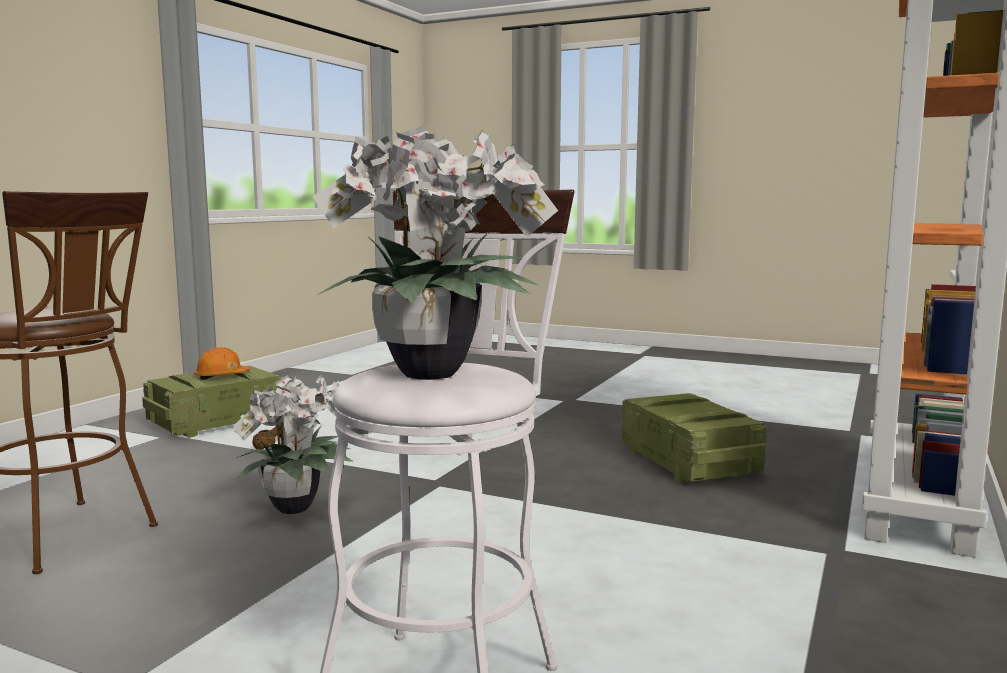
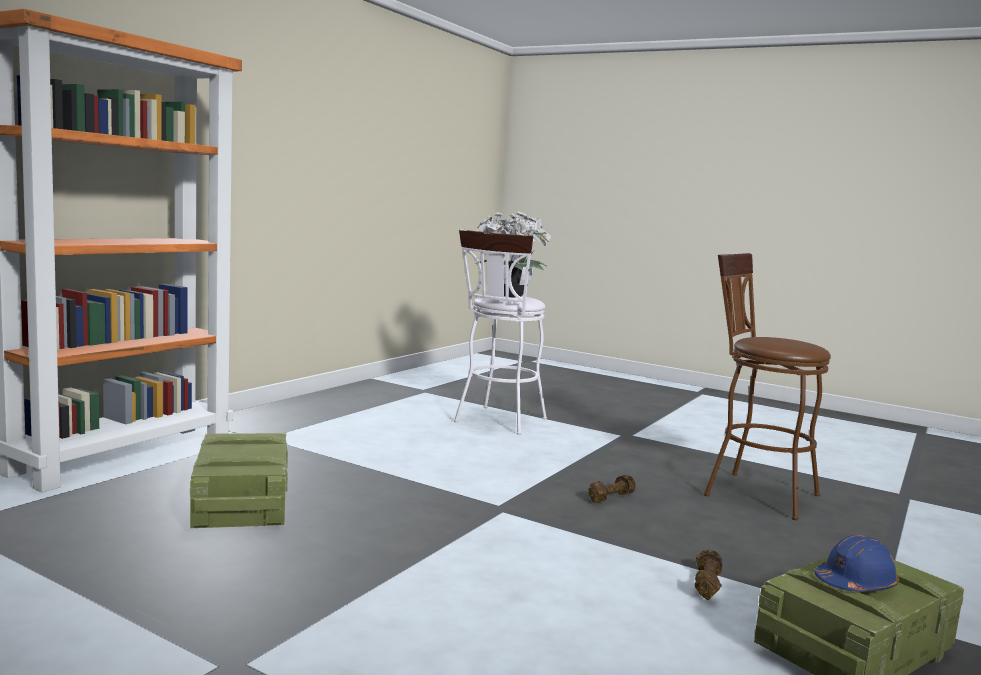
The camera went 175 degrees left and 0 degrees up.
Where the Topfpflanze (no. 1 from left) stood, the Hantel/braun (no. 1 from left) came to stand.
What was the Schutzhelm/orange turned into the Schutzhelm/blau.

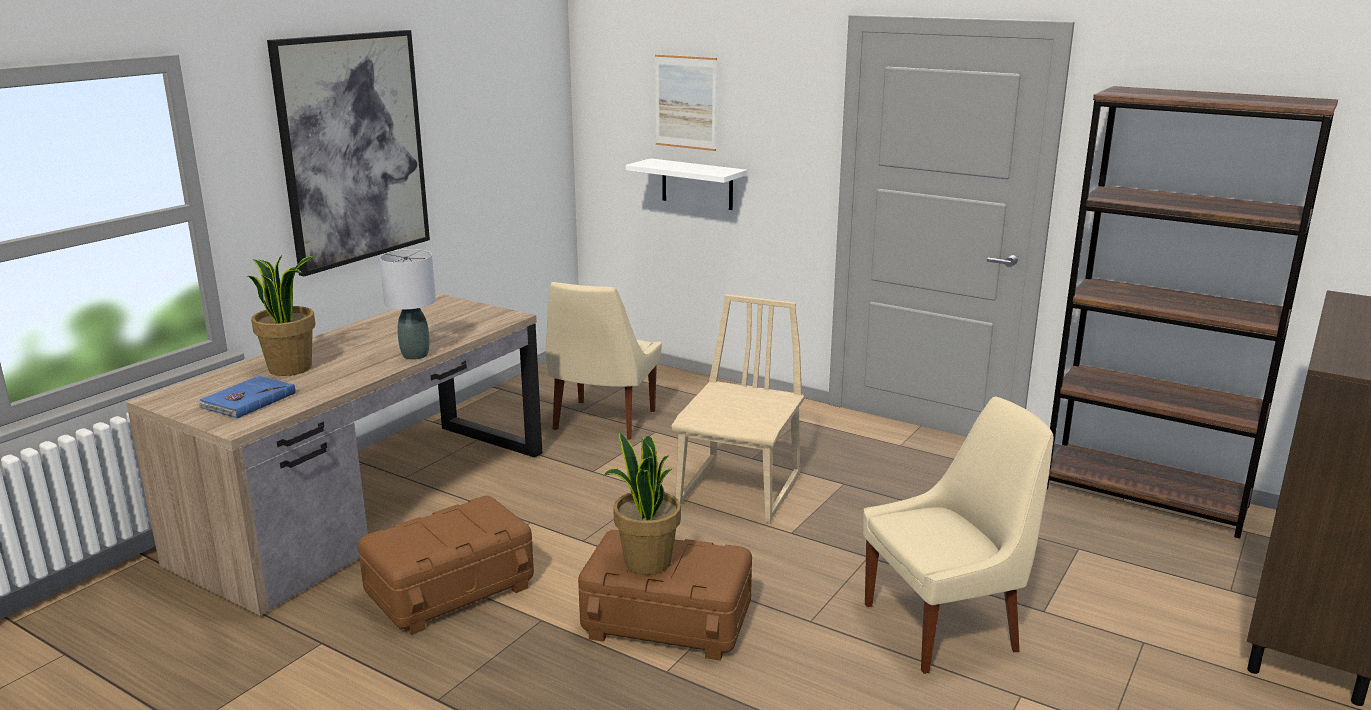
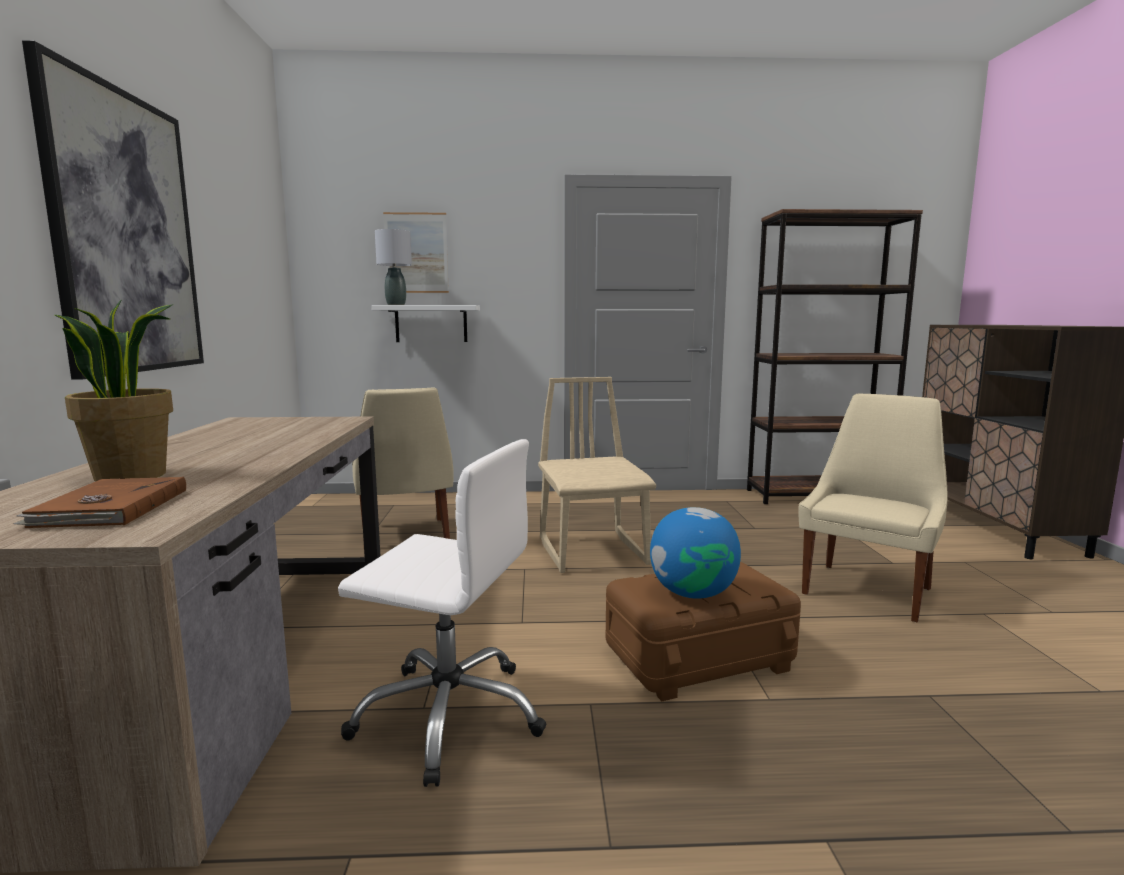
The camera went 35 degrees left and 10 degrees down.
What was the Buch/blau turned into the Buch/braun.
Where the Aufbewahrungsbox/braun (no. 1 from left) stood, the Bürostuhl/weiß came to stand.
The Tischlampe/grau ended up elsewhere.
Where the Topfpflanze (no. 2 from left) stood, the Globus came to stand.

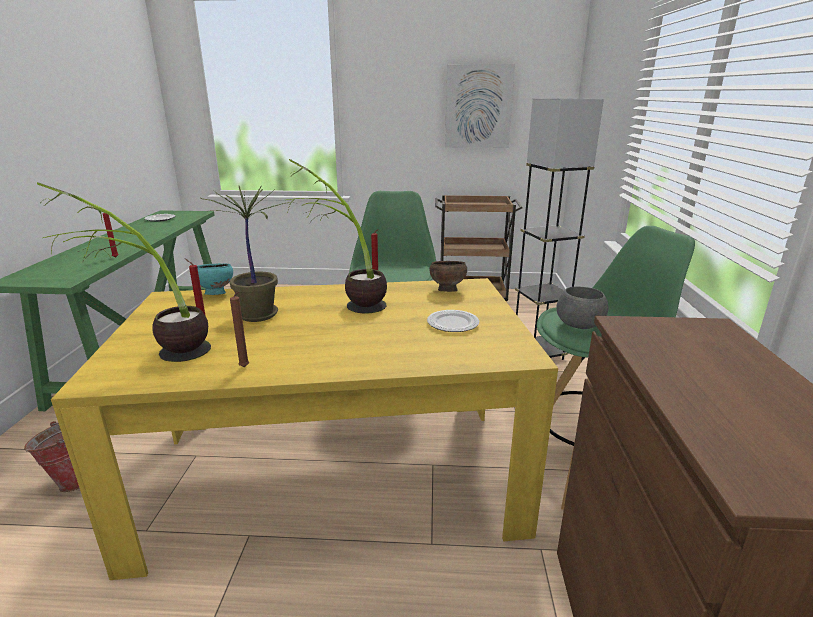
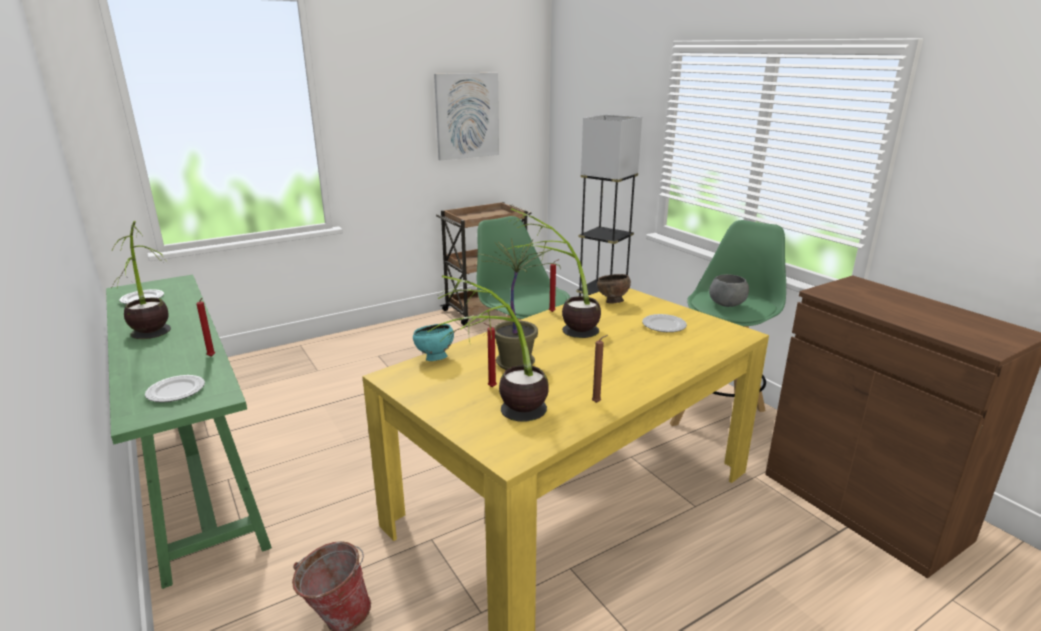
The camera went 35 degrees left and 0 degrees up.
The second view gained the Topfpflanze (no. 1 from left).
The second view gained the Teller (no. 2 from left).

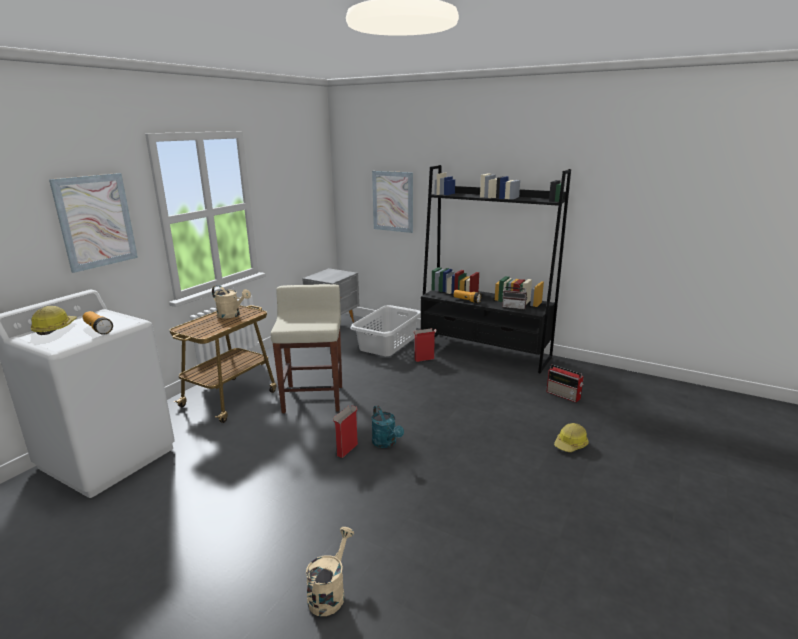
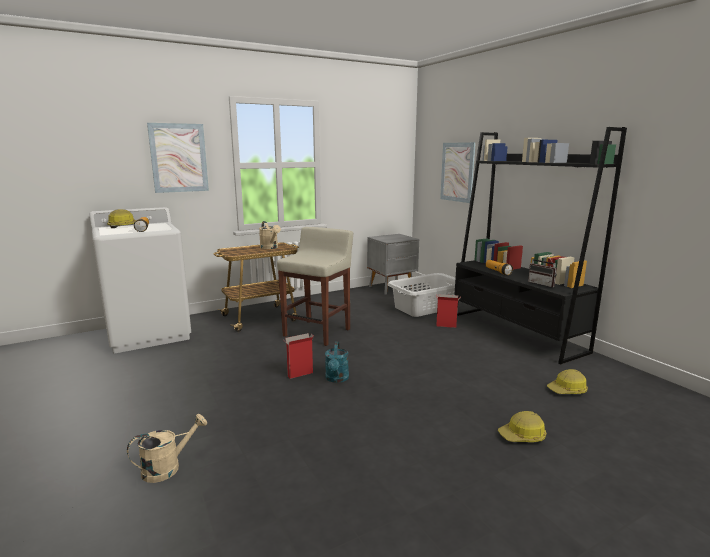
The camera went 30 degrees right and 5 degrees down.
Where the Radio (no. 2 from left) stood, the Schutzhelm (no. 3 from left) came to stand.

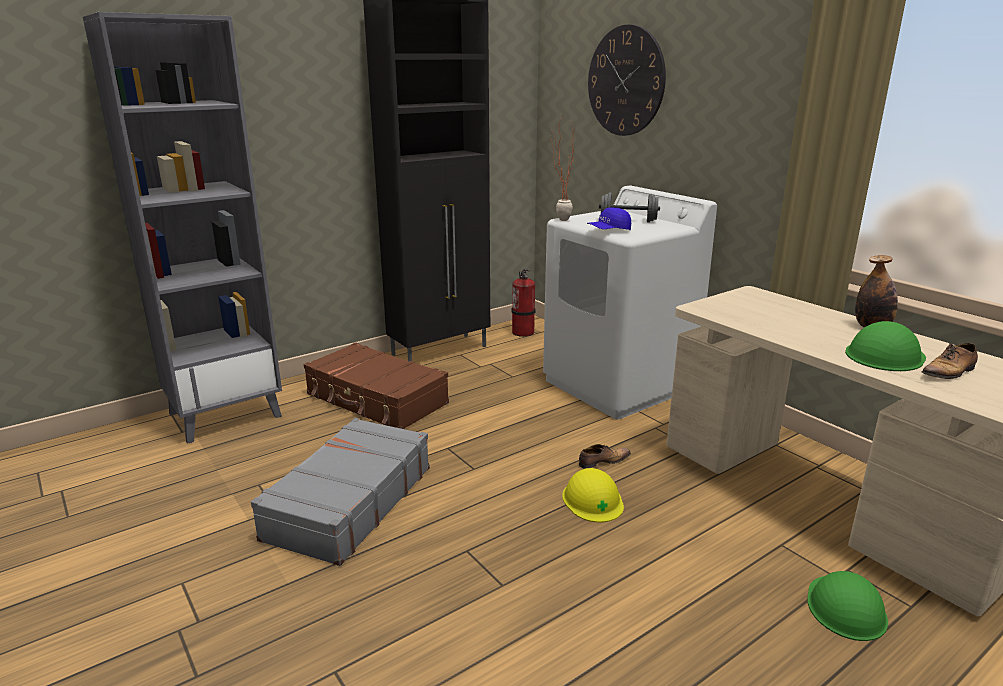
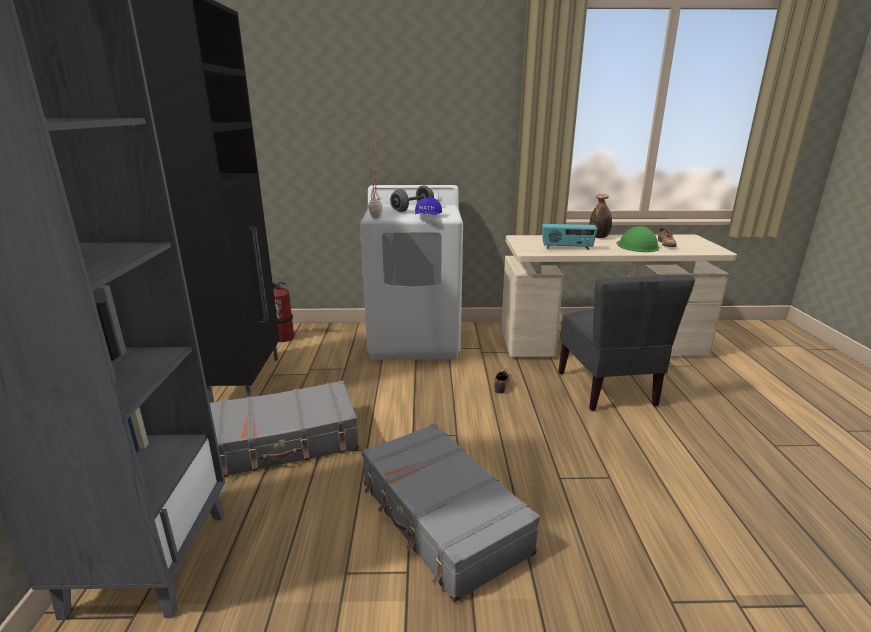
The camera went 55 degrees left and 0 degrees up.
What was the Koffer/braun turned into the Koffer/grau (no. 1 from left).
The second view gained the Radio.
The second view gained the Stuhl/grau.
The second view lost the Schutzhelm/gelb.
The second view lost the Wanduhr.
The second view lost the Schutzhelm/grün (no. 1 from left).

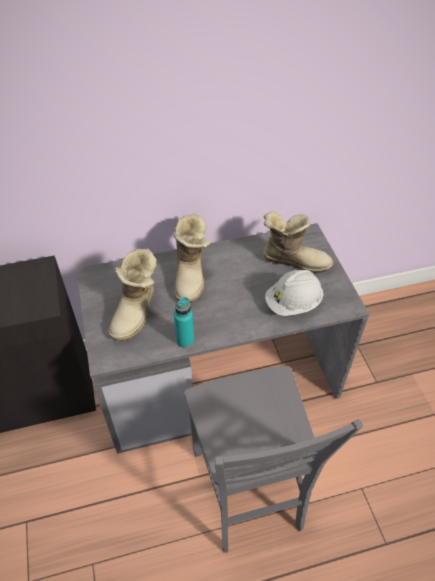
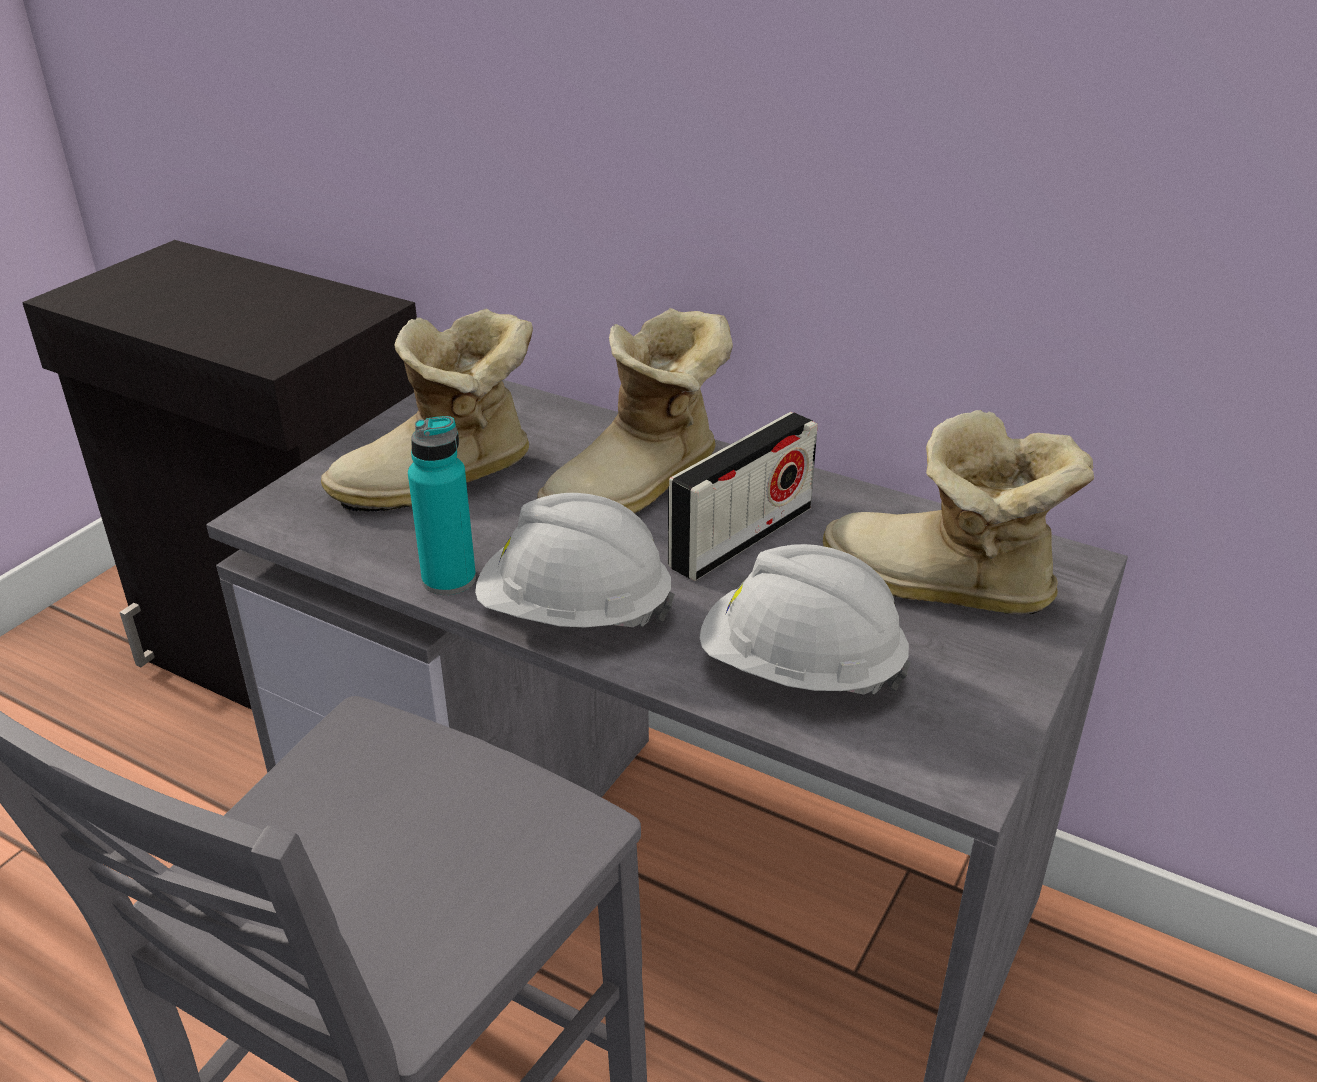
The camera went 45 degrees right and 15 degrees down.
The second view gained the Schutzhelm/weiß (no. 1 from left).
The second view gained the Radio.
The Stiefel (no. 3 from left) ended up facing another way, 150 degrees clockwise from before.

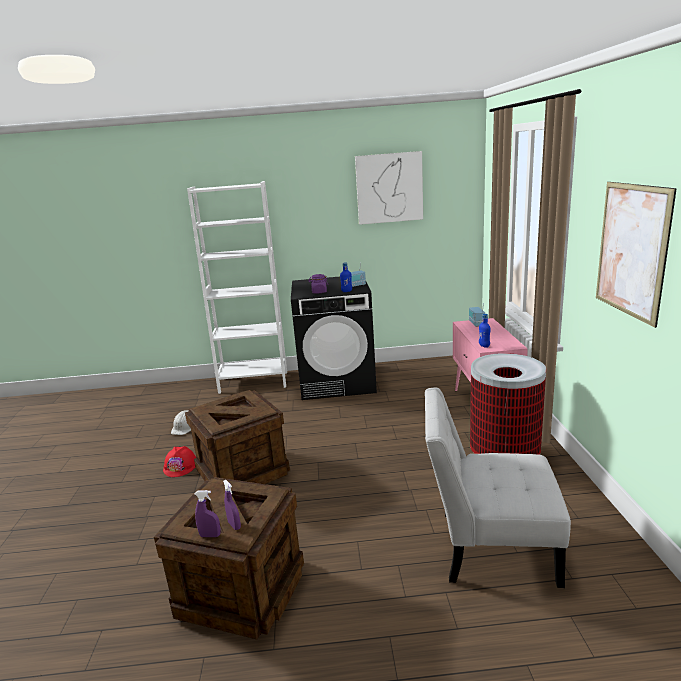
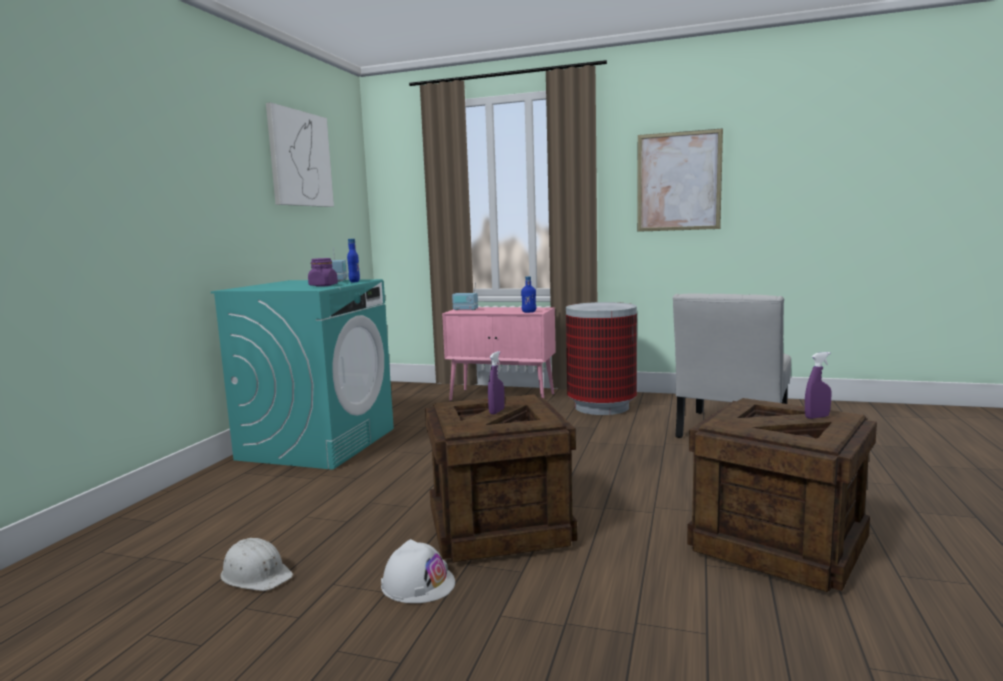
The camera went 70 degrees left and 10 degrees down.
What was the Waschmaschine/schwarz turned into the Waschmaschine/türkis.
What was the Schutzhelm/rot turned into the Schutzhelm/weiß (no. 2 from left).
The Sprühflasche/lila (no. 1 from left) ended up elsewhere.
The second view lost the Bücherregal/weiß.

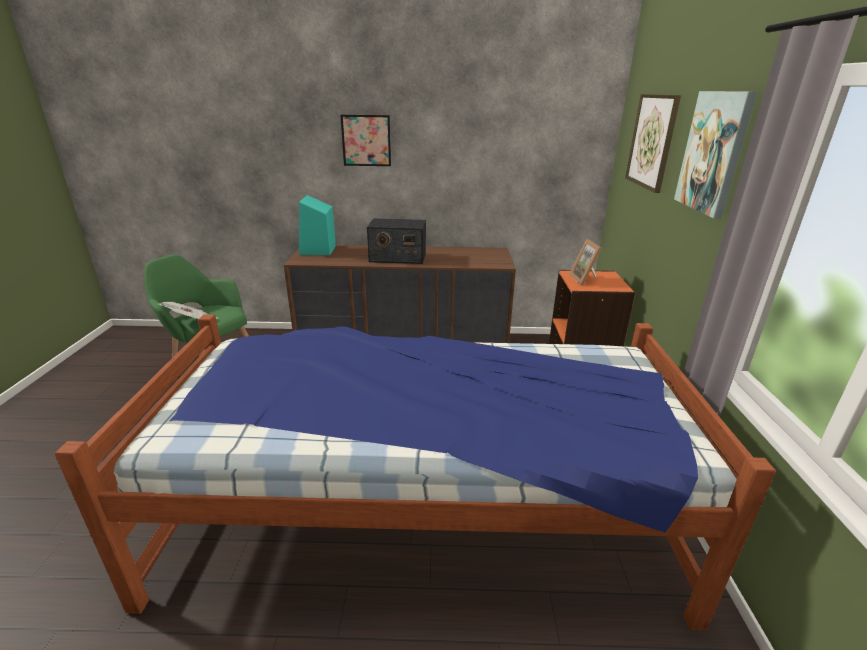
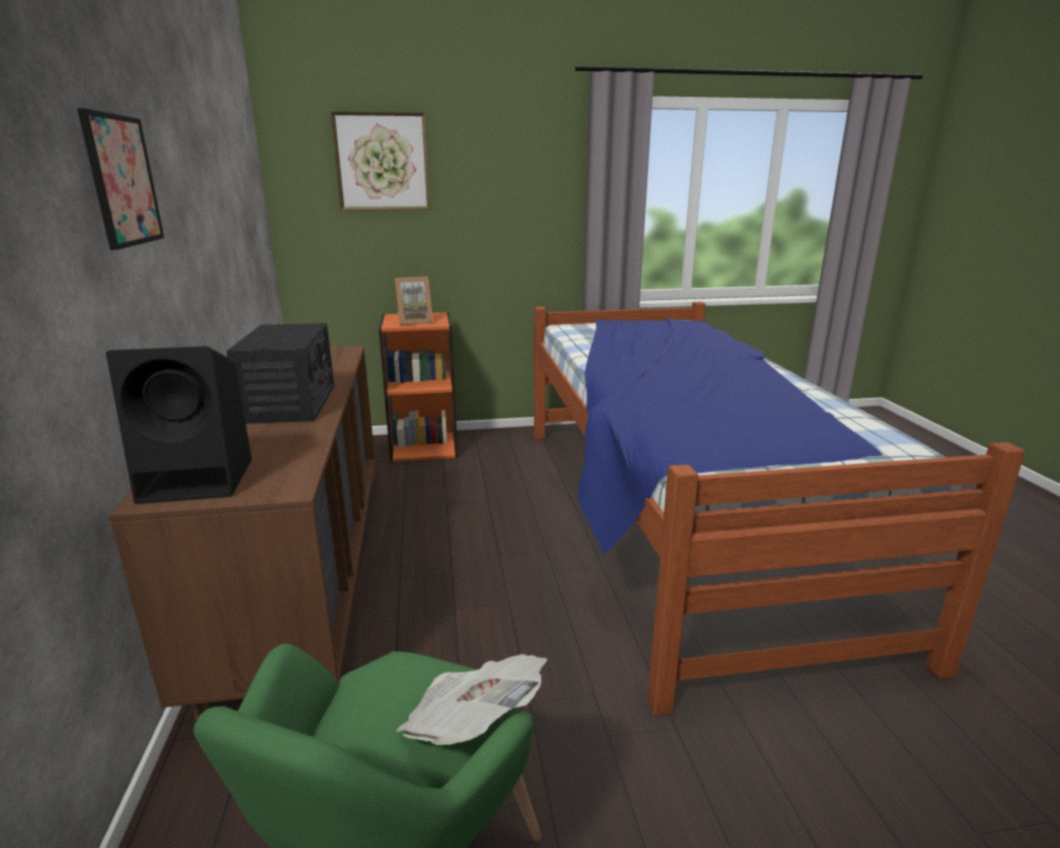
The camera went 100 degrees left and 5 degrees down.
What was the Lautsprecher/türkis turned into the Lautsprecher/schwarz.
The second view lost the Bild (no. 3 from left).

